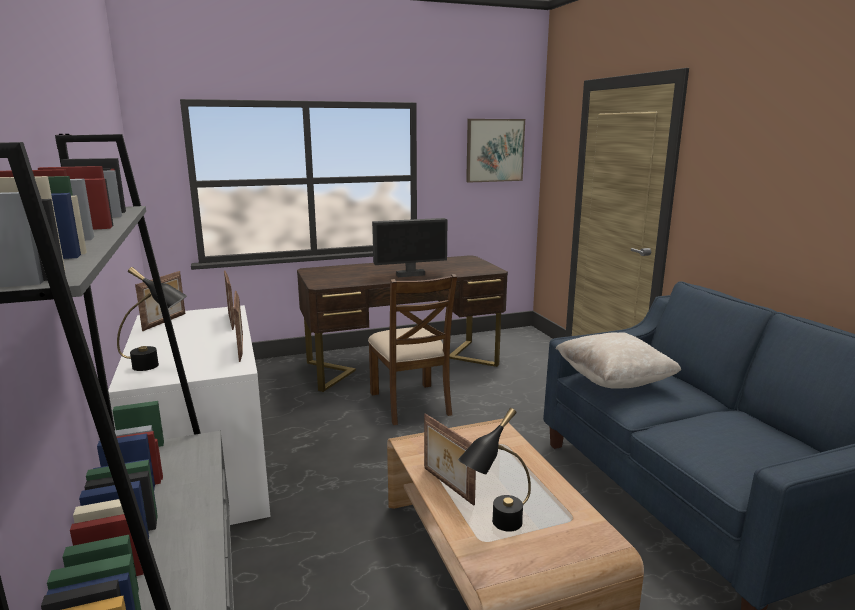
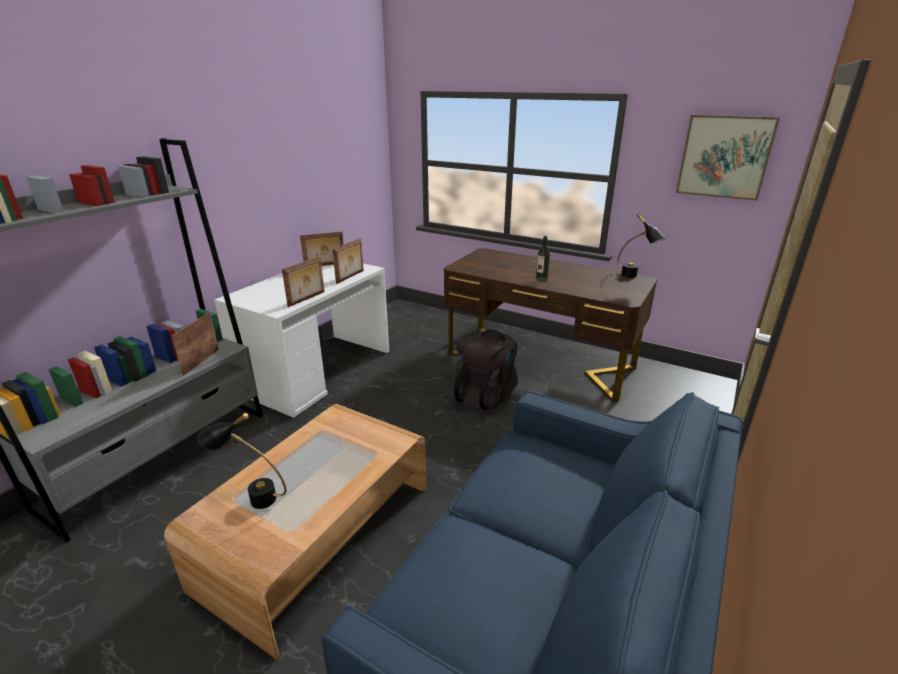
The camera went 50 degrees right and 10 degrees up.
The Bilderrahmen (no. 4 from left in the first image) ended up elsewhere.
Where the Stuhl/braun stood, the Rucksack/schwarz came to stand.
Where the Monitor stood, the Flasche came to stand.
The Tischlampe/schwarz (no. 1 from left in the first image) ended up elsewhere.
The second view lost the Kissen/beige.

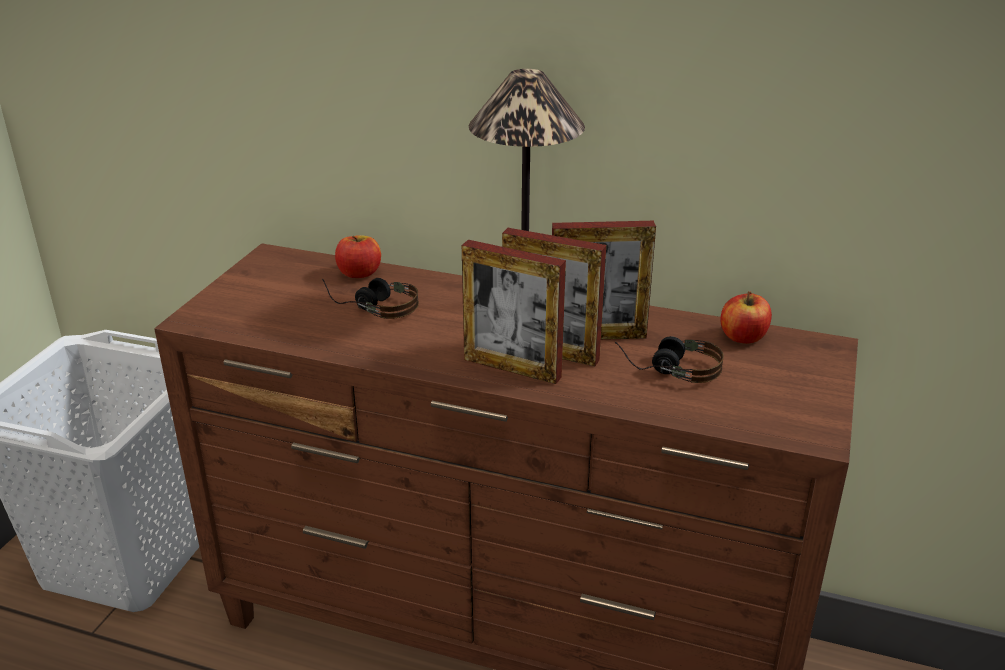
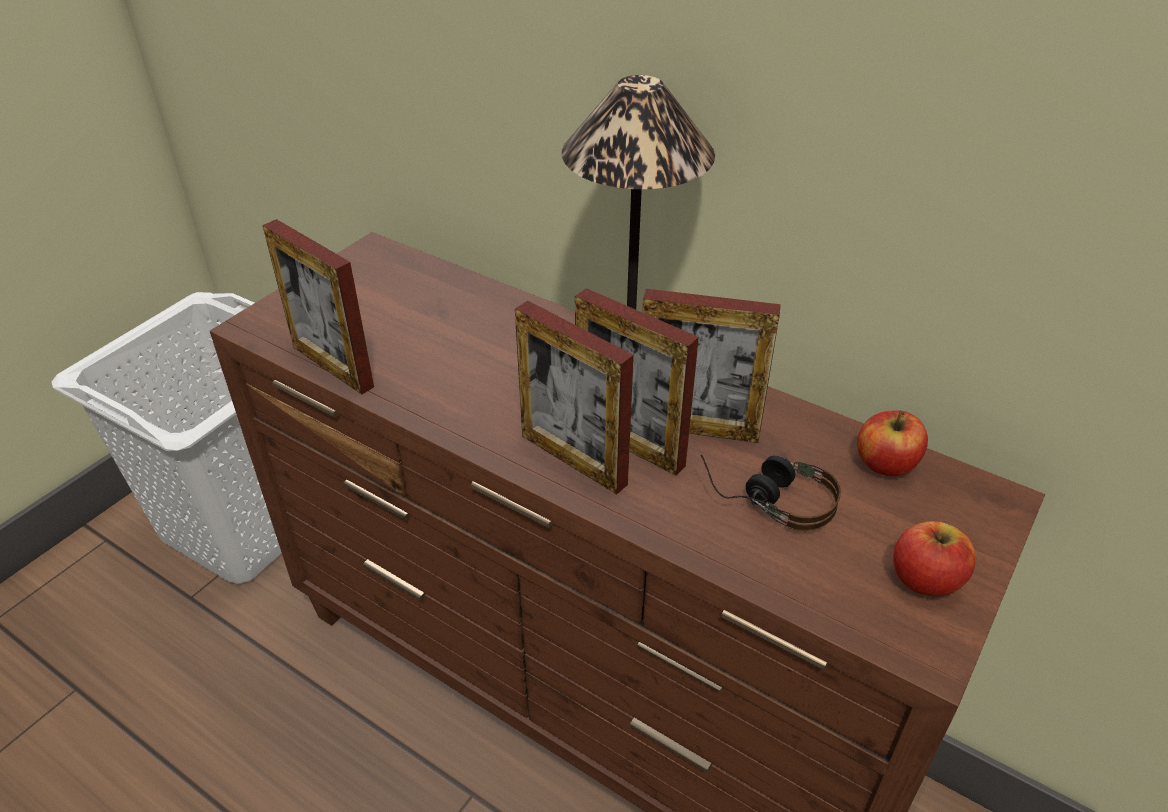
The camera went 15 degrees right and 10 degrees up.
The second view gained the Bilderrahmen (no. 1 from left).
The Apfel (no. 1 from left in the first image) ended up elsewhere.
The second view lost the Kopfhörer (no. 1 from left).

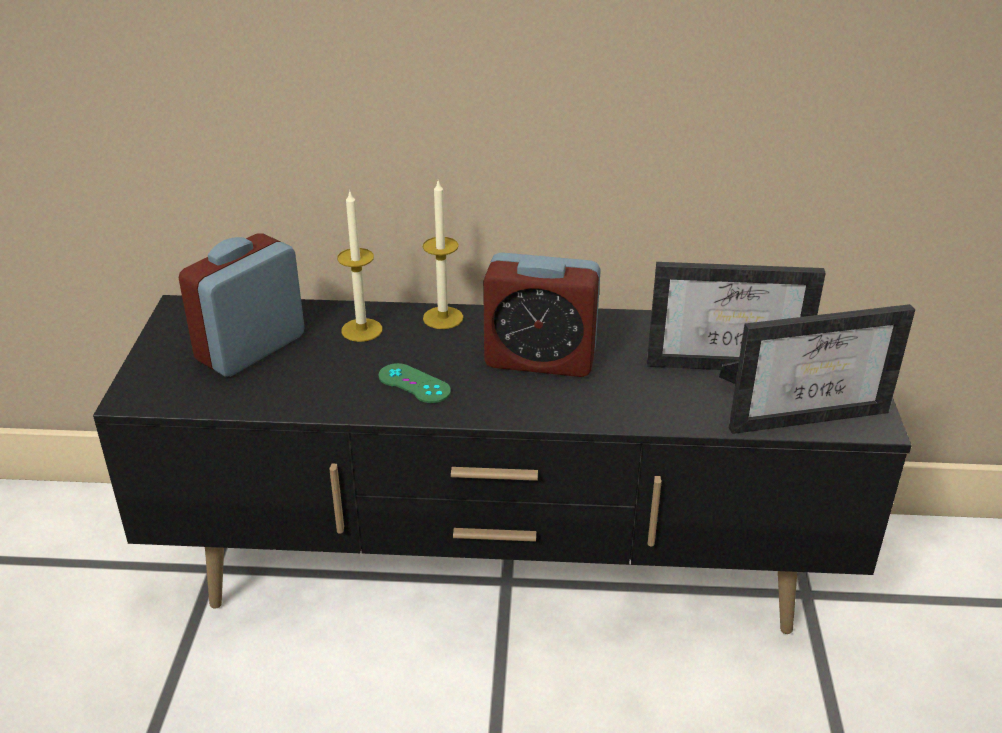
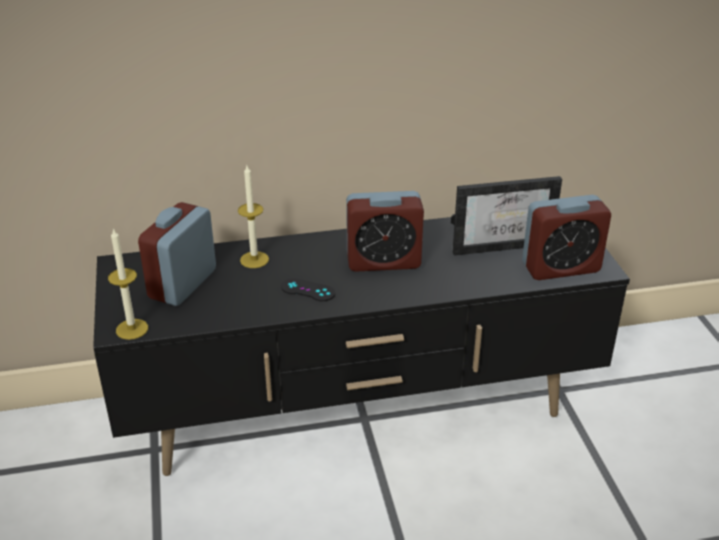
The camera went 15 degrees left and 0 degrees up.
The Kerze (no. 2 from left in the first image) ended up elsewhere.
What was the Gamepad/grün turned into the Gamepad/schwarz.
Where the Bilderrahmen (no. 2 from left) stood, the Wecker (no. 3 from left) came to stand.

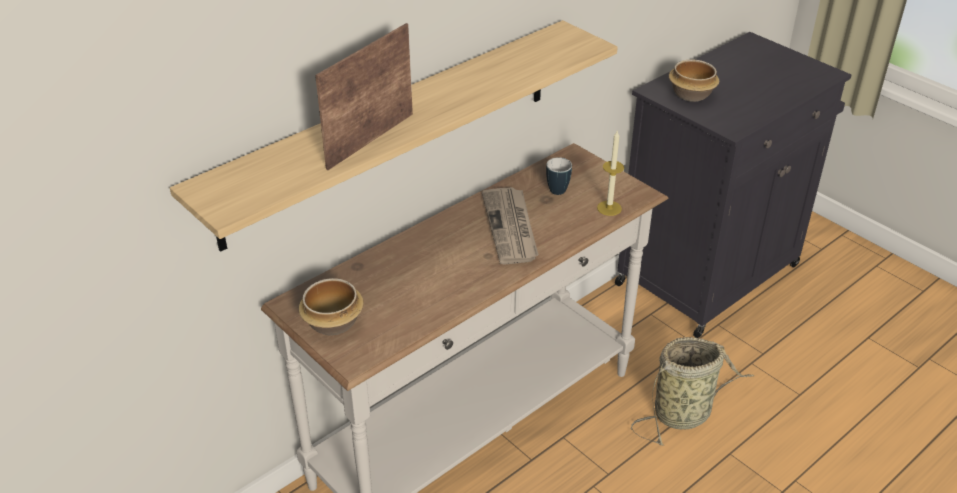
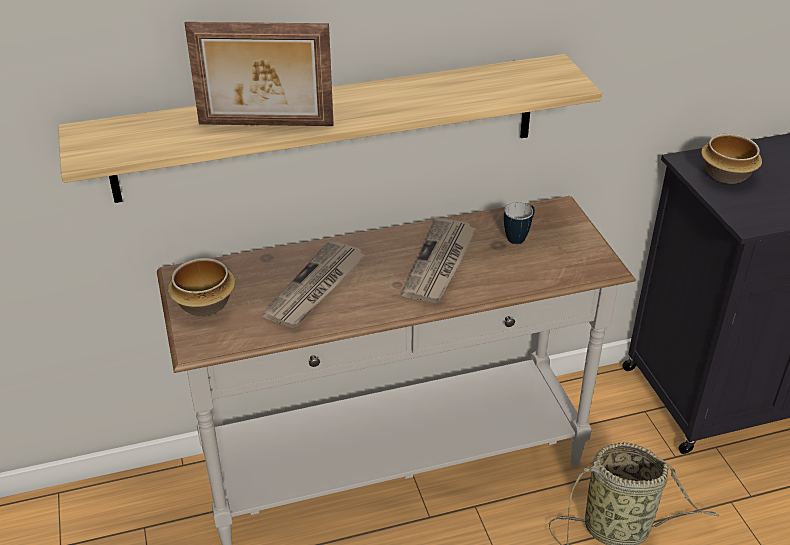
The camera went 25 degrees right and 0 degrees up.
The Bilderrahmen ended up facing another way, 150 degrees counterclockwise from before.
The second view gained the Zeitung (no. 1 from left).
The second view lost the Kerze.

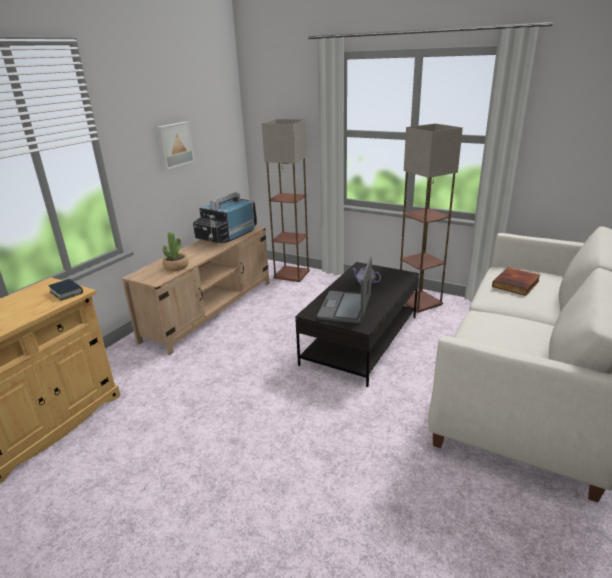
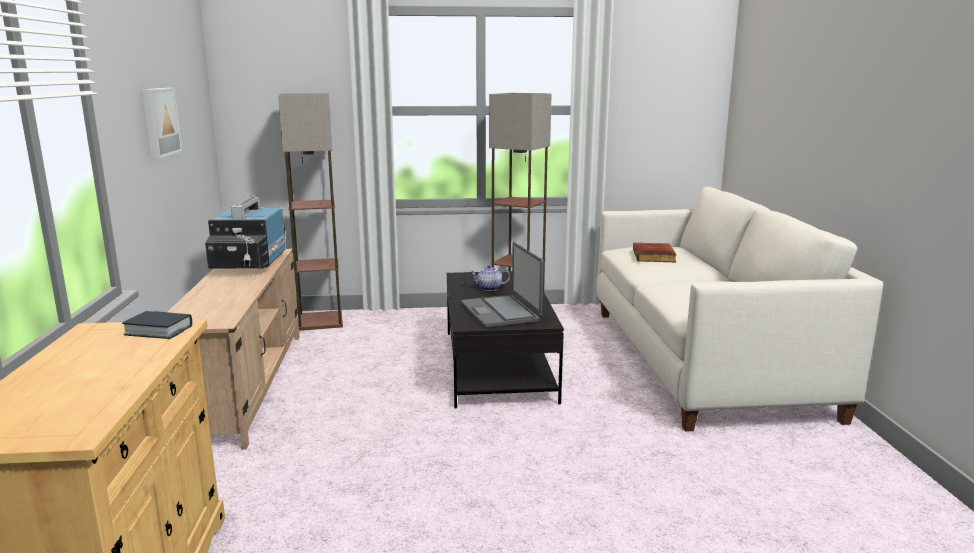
The camera went 35 degrees left and 10 degrees down.
The second view lost the Topfpflanze.

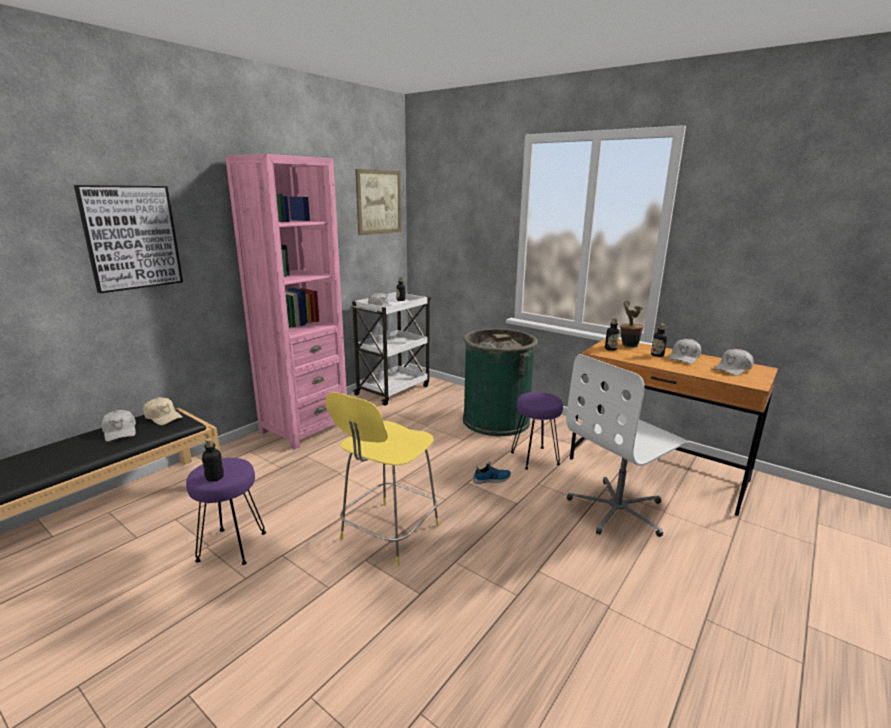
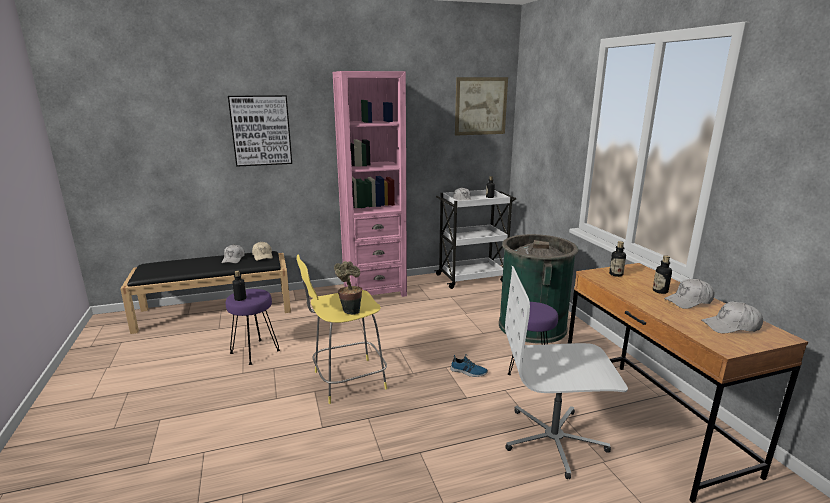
The camera went 35 degrees right and 0 degrees up.
The Topfpflanze ended up elsewhere.

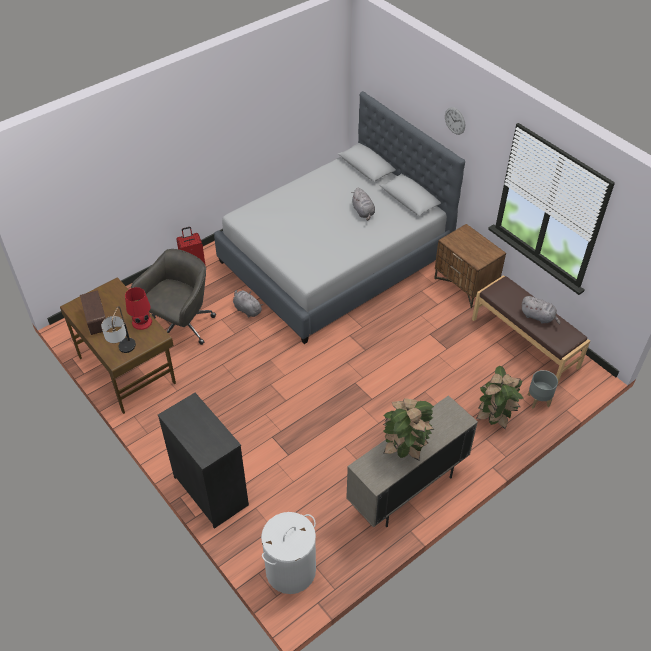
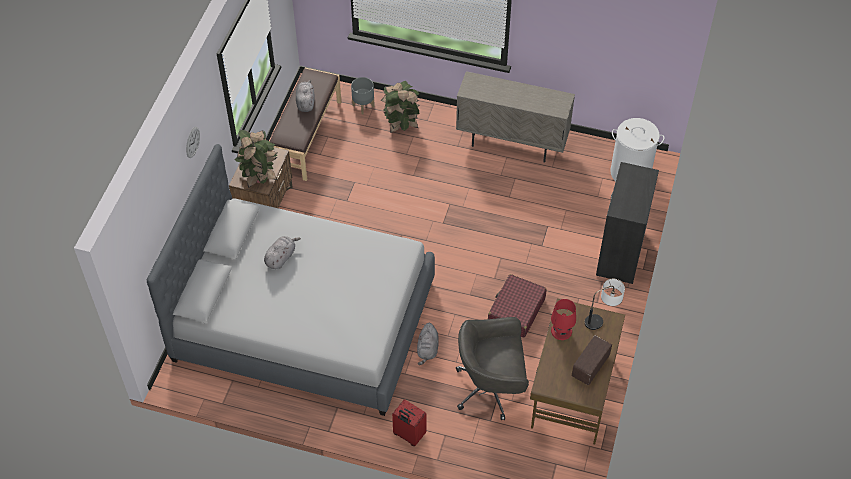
The camera went 125 degrees left and 5 degrees up.
The Topfpflanze (no. 1 from left) ended up elsewhere.
The second view gained the Koffer/rot (no. 2 from left).

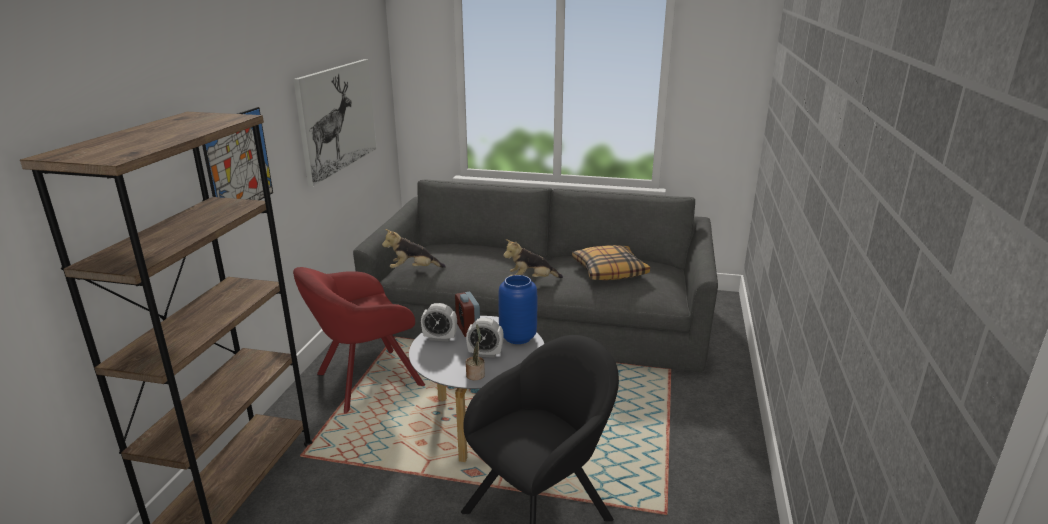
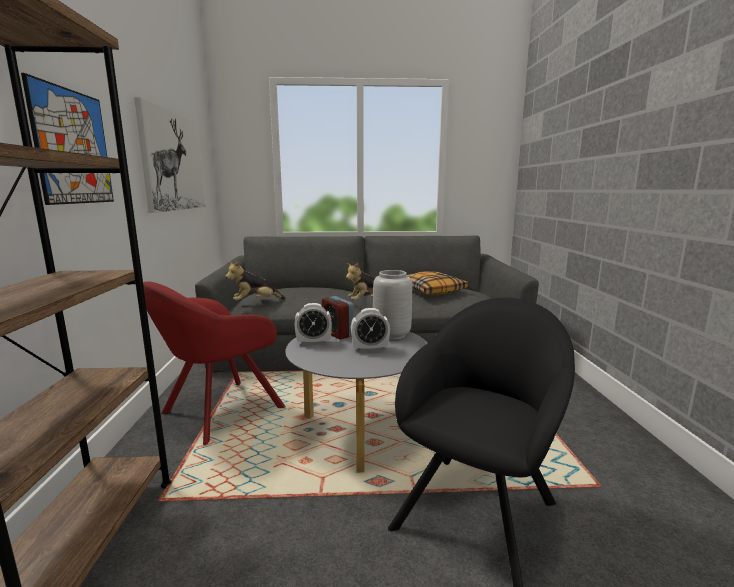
The camera went 15 degrees left and 10 degrees down.
What was the Vase/blau turned into the Vase/grau.
The second view lost the Topfpflanze.

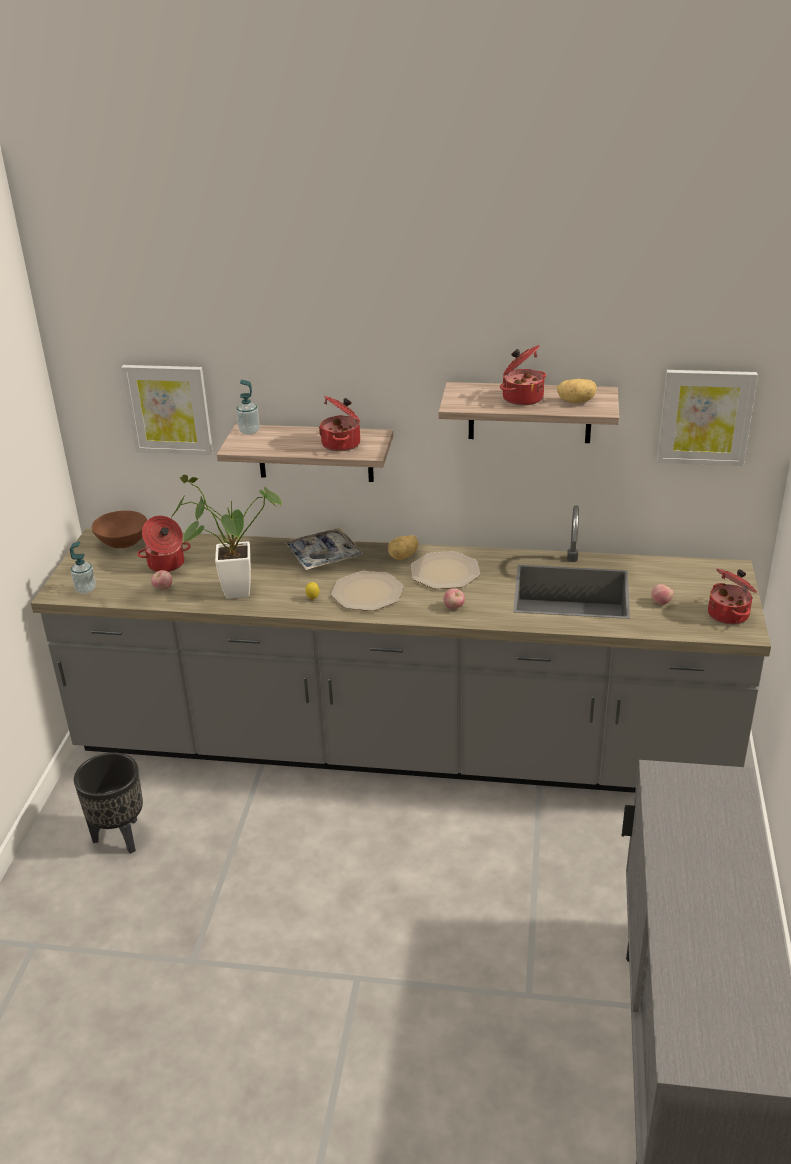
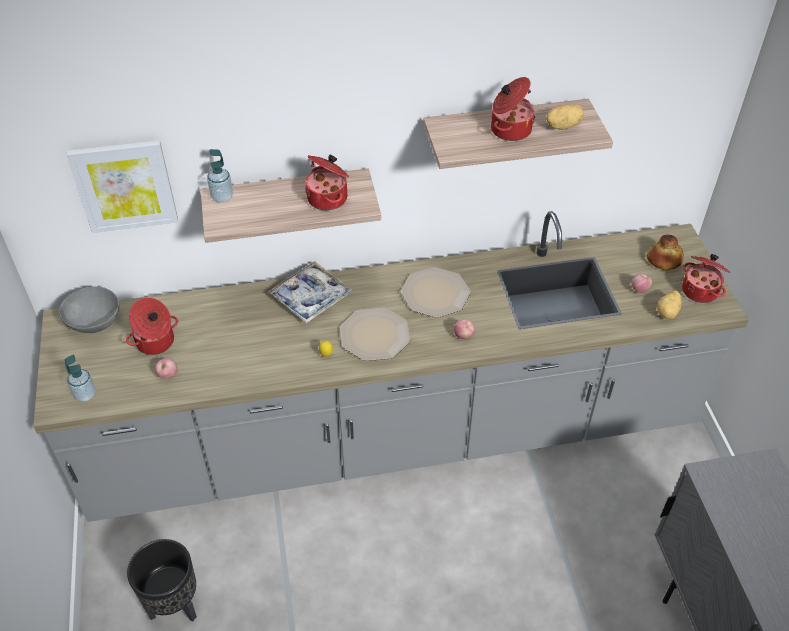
The camera went 20 degrees left and 15 degrees up.
What was the Schüssel/braun turned into the Schüssel/grau.
The second view gained the Brot.
The Kartoffel (no. 1 from left in the first image) ended up elsewhere.
The second view lost the Topfpflanze.
The second view lost the Bild (no. 2 from left).

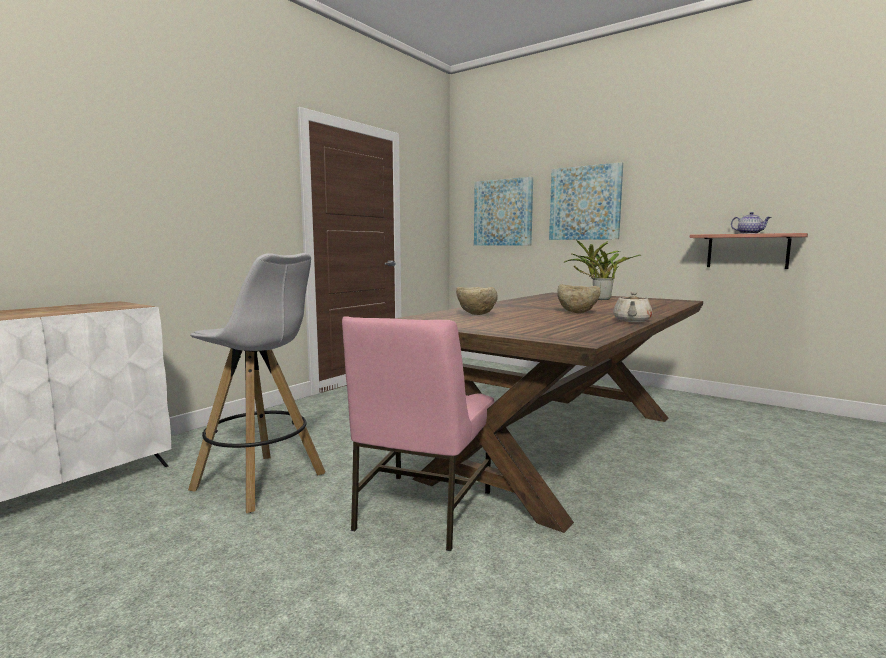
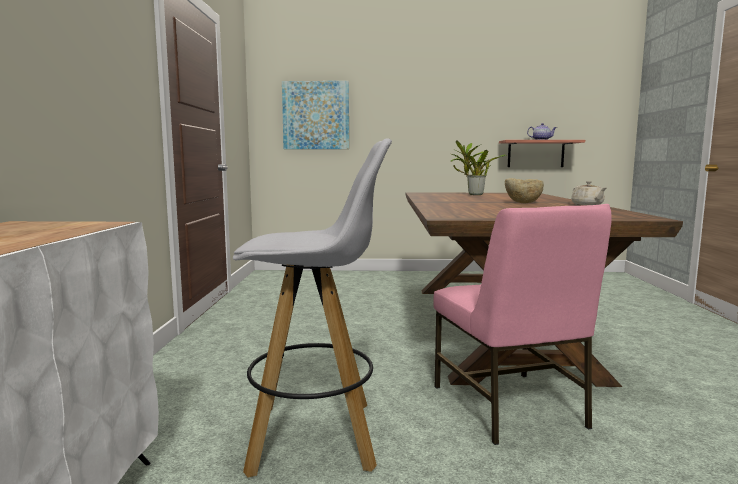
The camera went 35 degrees left and 0 degrees up.
The second view lost the Schüssel/beige (no. 1 from left).
The second view lost the Bild (no. 2 from left).

